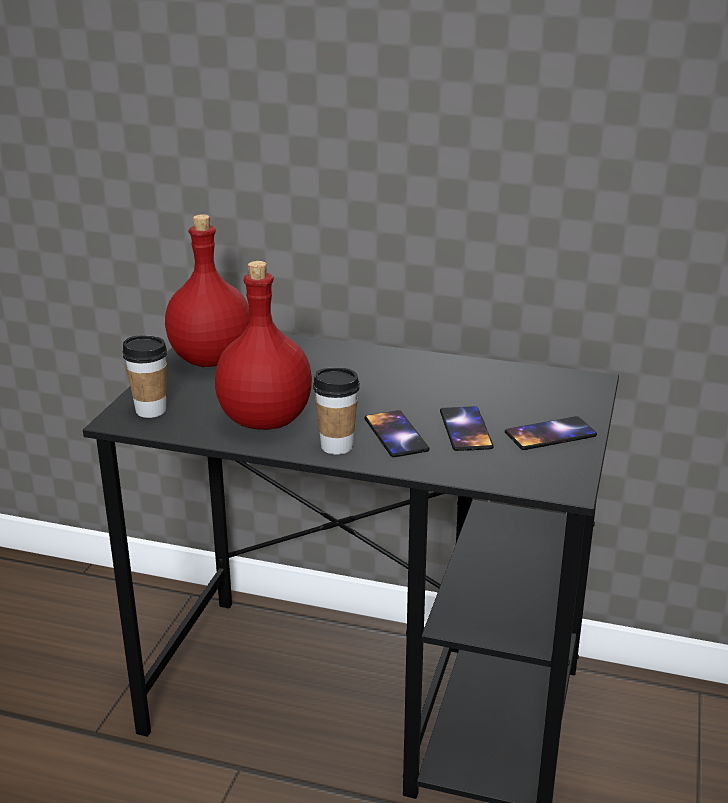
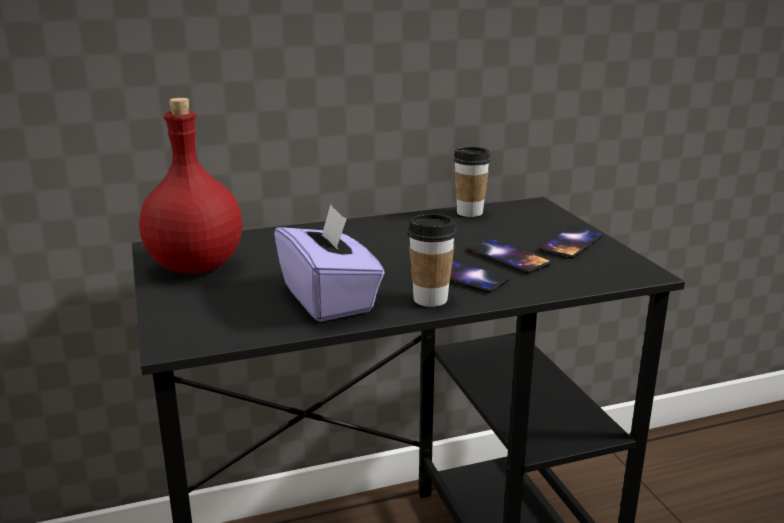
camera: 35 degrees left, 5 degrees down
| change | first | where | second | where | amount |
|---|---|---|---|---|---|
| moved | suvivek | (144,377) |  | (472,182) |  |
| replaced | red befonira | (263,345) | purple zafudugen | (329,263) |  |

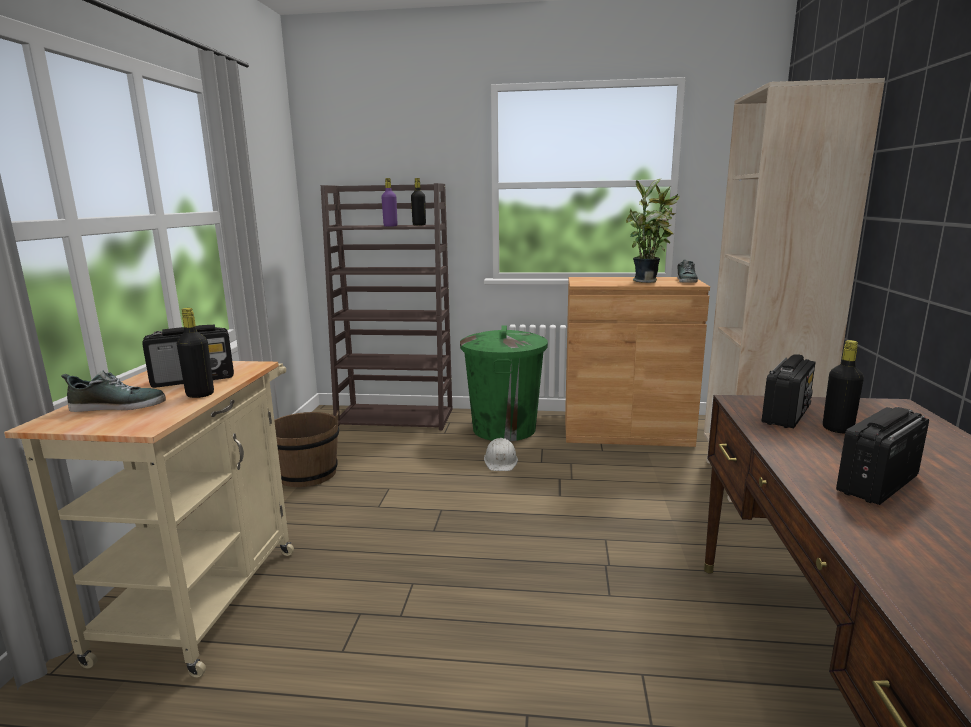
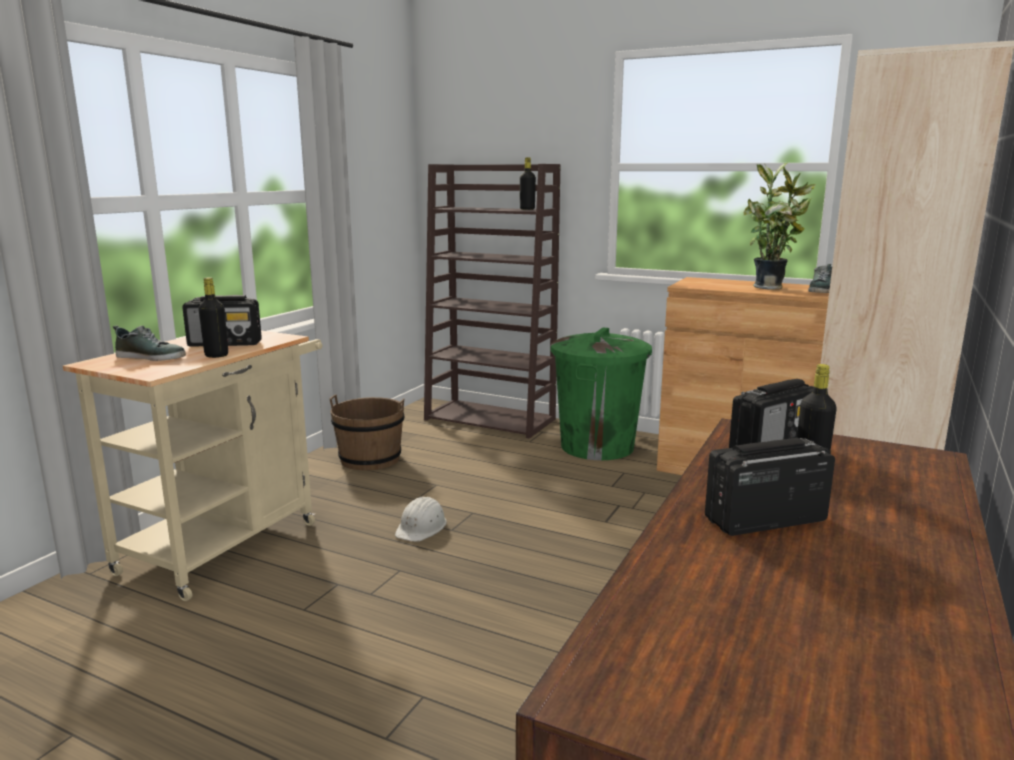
camera: 20 degrees right, 0 degrees up
| change | first | where | second | where | amount |
|---|---|---|---|---|---|
| removed | purple befonira | (389,202) |  |  |  |
| moved | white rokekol | (501,454) |  | (421,519) |  |

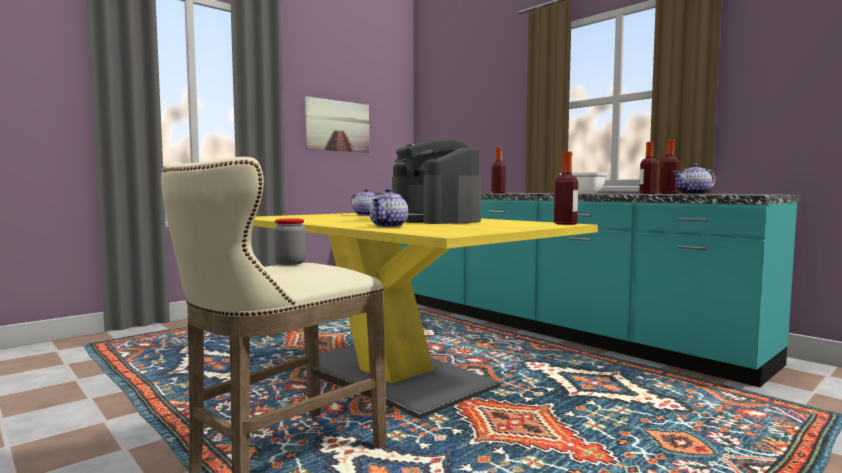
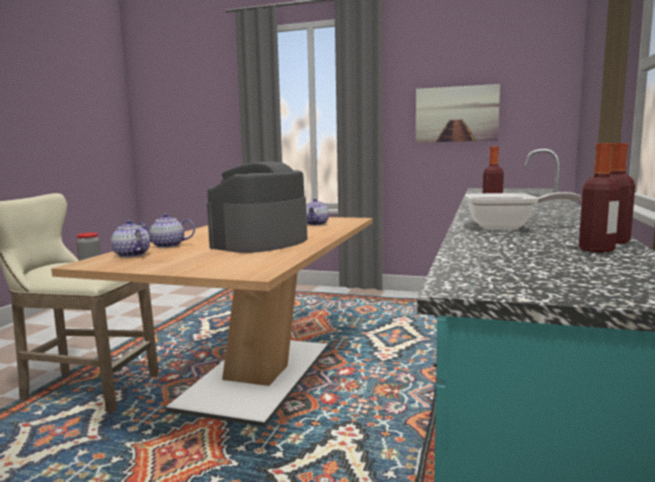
camera: 60 degrees right, 5 degrees up
| change | first | where | second | where | amount |
|---|---|---|---|---|---|
| removed | befonira | (566,188) |  |  |  |
| moved | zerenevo | (695,179) |  | (130,239) |  |
| recoloured | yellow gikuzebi | (425,316) | brown gikuzebi | (212,322) |  |

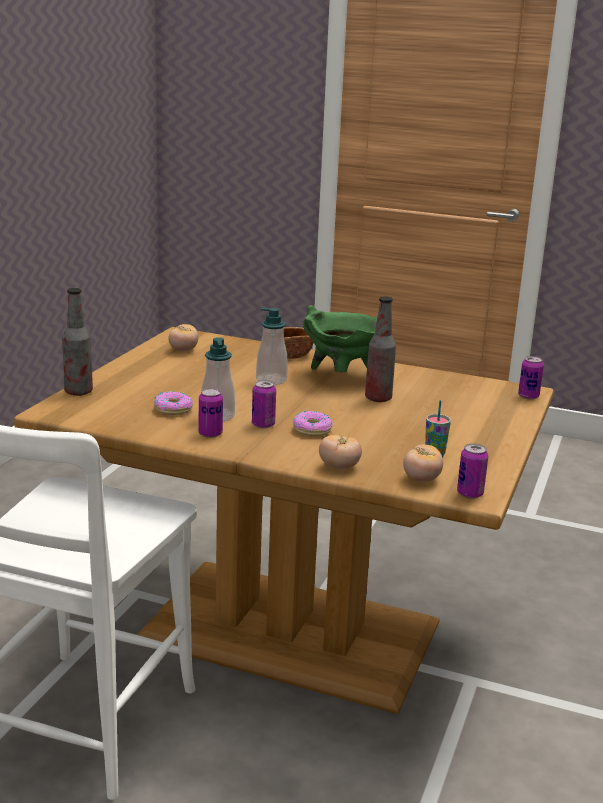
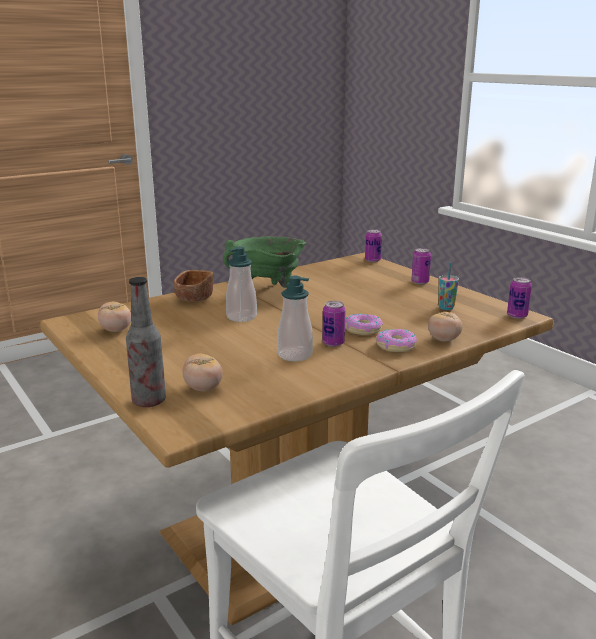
camera: 55 degrees left, 0 degrees up
| change | first | where | second | where | amount |
|---|---|---|---|---|---|
| removed | befonira | (380,349) |  |  |  |
| moved | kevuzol | (173,403) |  | (396,340) |  |
| moved | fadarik | (211,413) |  | (421,266) |  |
| moved | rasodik | (423,463) |  | (203,372) |  |

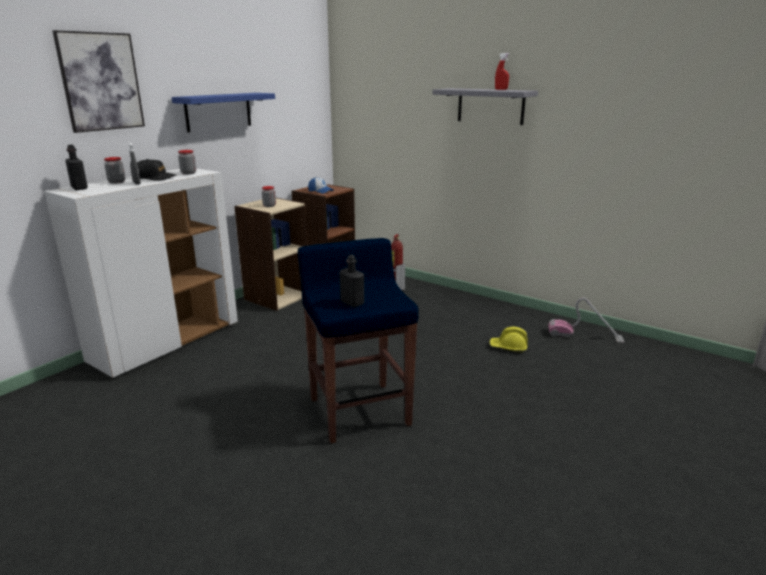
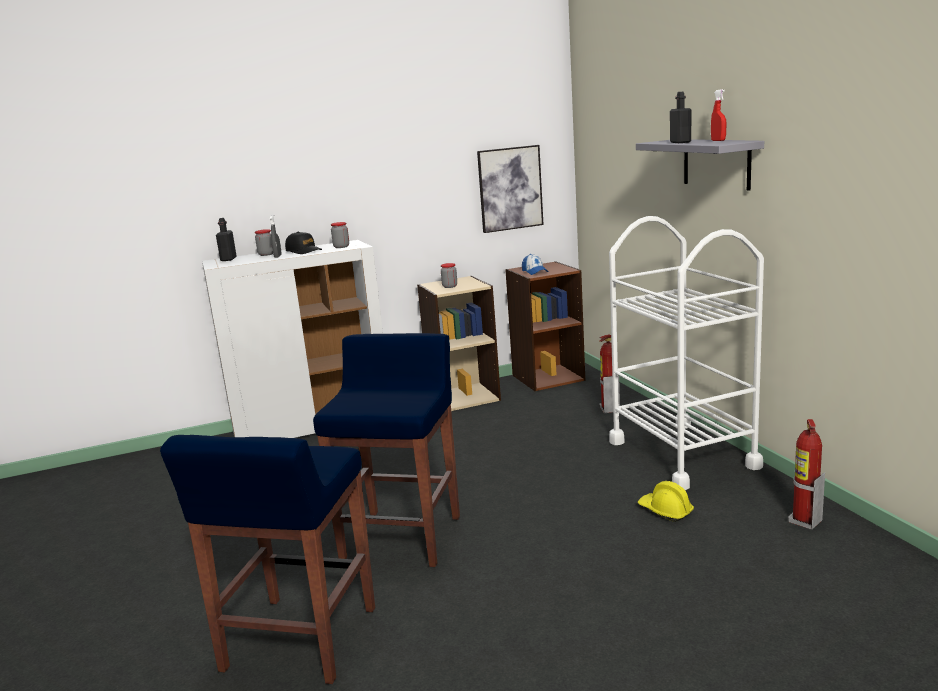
camera: 35 degrees right, 5 degrees down
| change | first | where | second | where | amount |
|---|---|---|---|---|---|
| removed | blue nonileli | (223,112) |  |  |  |
| added |  |  | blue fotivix | (267,559) |  |
| added |  |  | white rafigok | (686,353) |  |
| moved | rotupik | (98,81) |  | (510,189) |  |
| moved | black befonira | (351,281) |  | (681,117) |  |
| replaced | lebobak | (586,320) | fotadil | (806,474) |  |

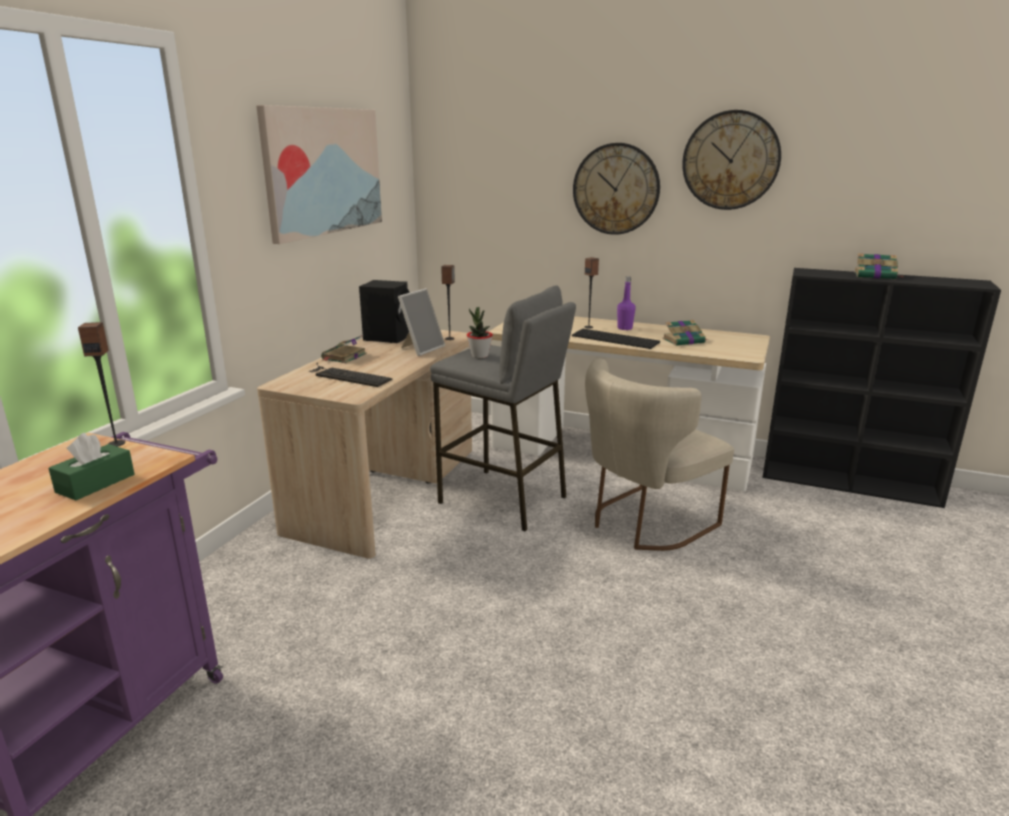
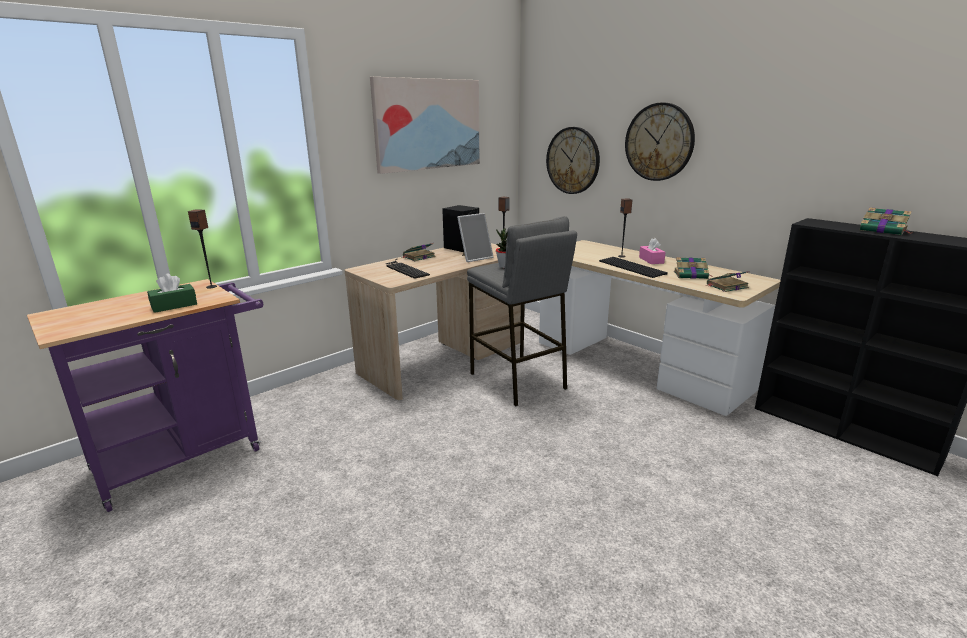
camera: 25 degrees right, 0 degrees up
| change | first | where | second | where | amount |
|---|---|---|---|---|---|
| removed | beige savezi | (659,454) |  |  |  |
| added |  |  | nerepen | (728,281) |  |
| moved | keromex | (731,160) |  | (573,160) |  |
| replaced | purple befonira | (626,303) | pink zafudugen | (652,251) |  |

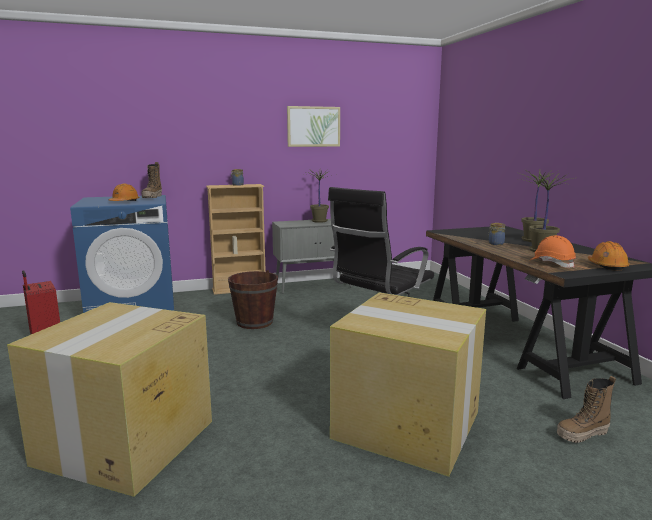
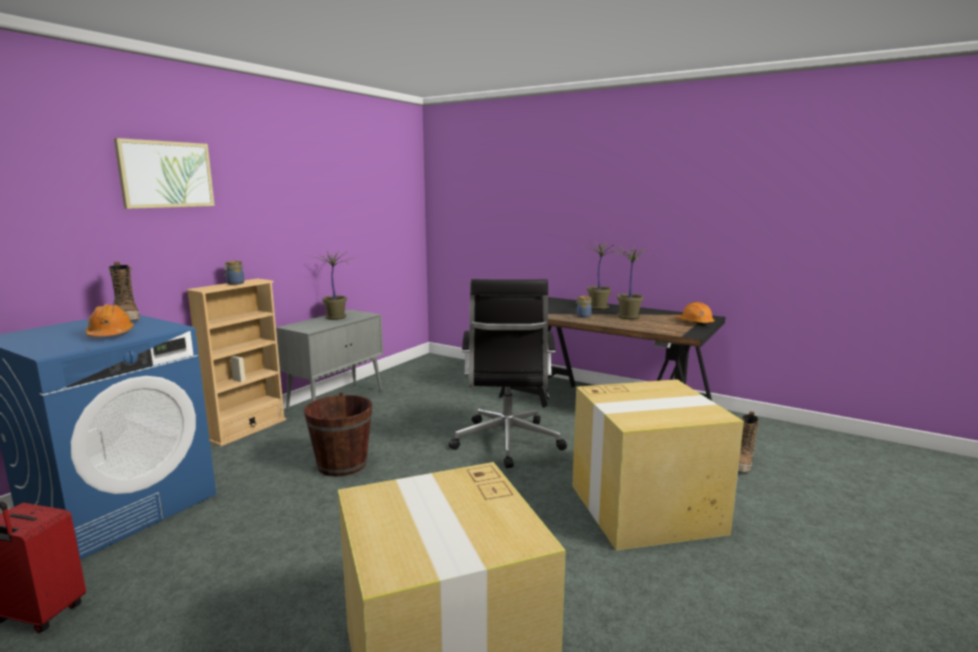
camera: 40 degrees left, 0 degrees up
| change | first | where | second | where | amount |
|---|---|---|---|---|---|
| removed | orange rokekol | (552,251) |  |  |  |
| moved | rotupik | (313,126) |  | (164,173) |  |

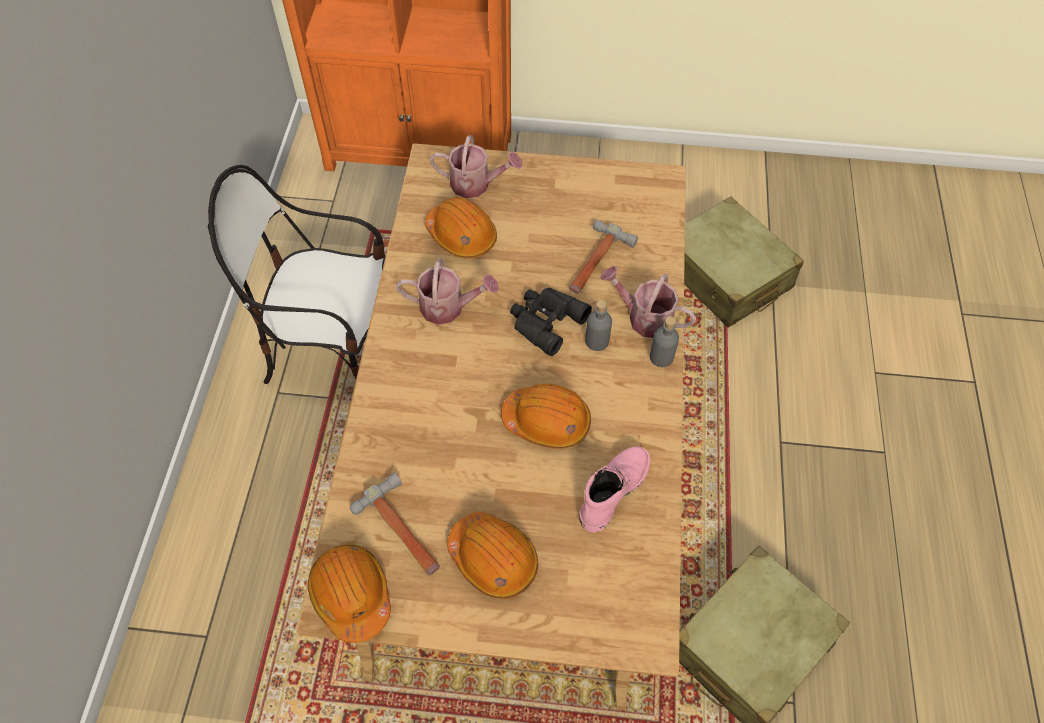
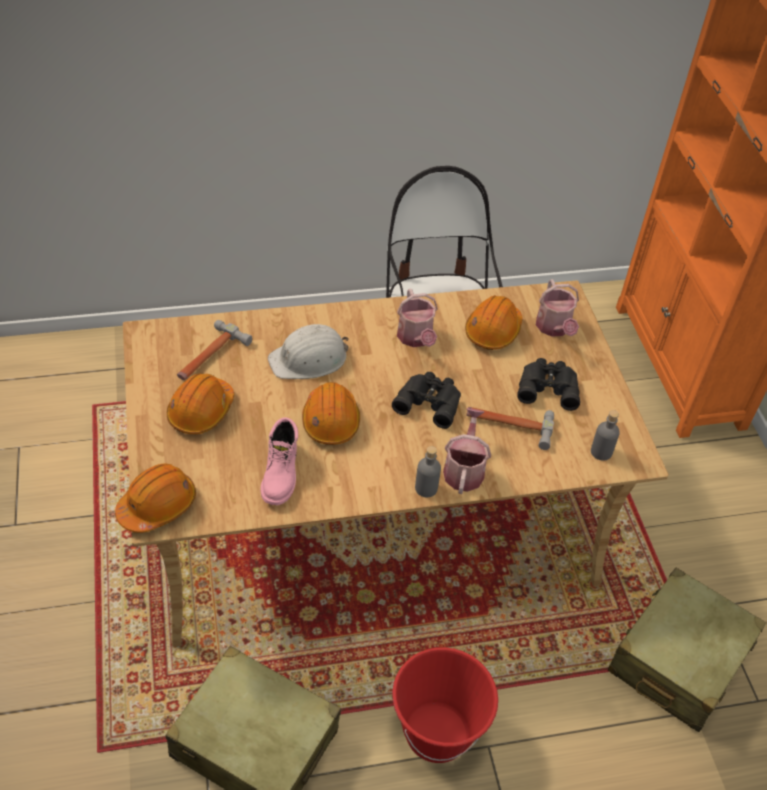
camera: 70 degrees right, 10 degrees down
| change | first | where | second | where | amount |
|---|---|---|---|---|---|
| added |  |  | white rokekol | (308,351) |  |
| added |  |  | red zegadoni | (445,705) |  |
| added |  |  | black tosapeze | (548,384) |  |
| moved | orange rokekol | (349,594) |  | (155,498) |  |
| moved | grey befonira | (598,325) |  | (605,435) |  |
| turned | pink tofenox | (614,489) |  | (279,461) | 75 degrees clockwise |

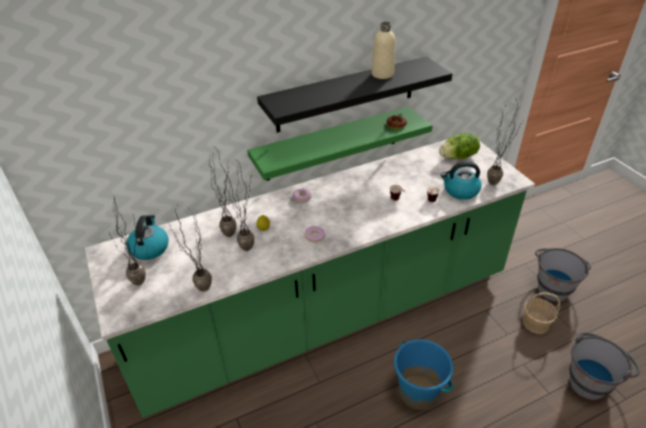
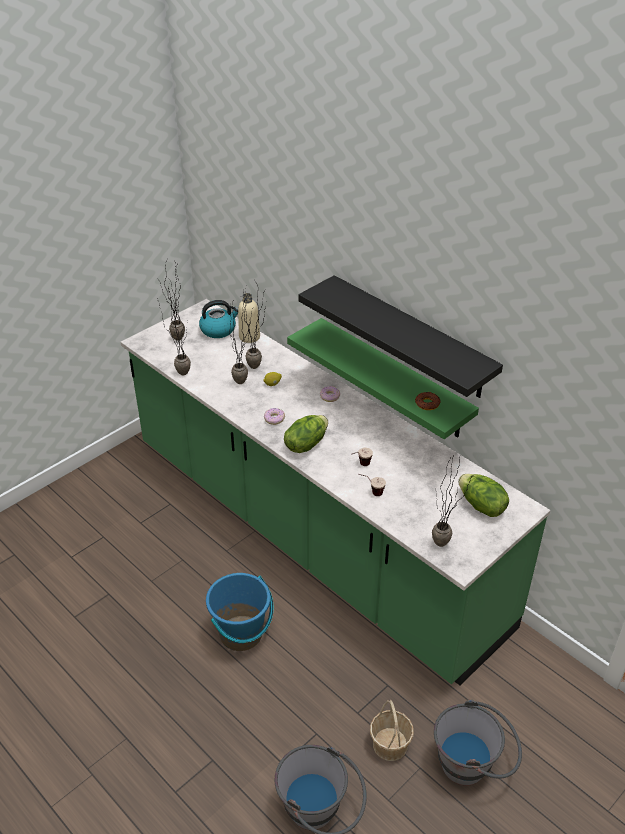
camera: 70 degrees right, 0 degrees up
| change | first | where | second | where | amount |
|---|---|---|---|---|---|
| removed | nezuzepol | (461,181) |  |  |  |
| added |  |  | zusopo | (306,434) |  |
| moved | beige befonira | (383,50) |  | (249,318) |  |

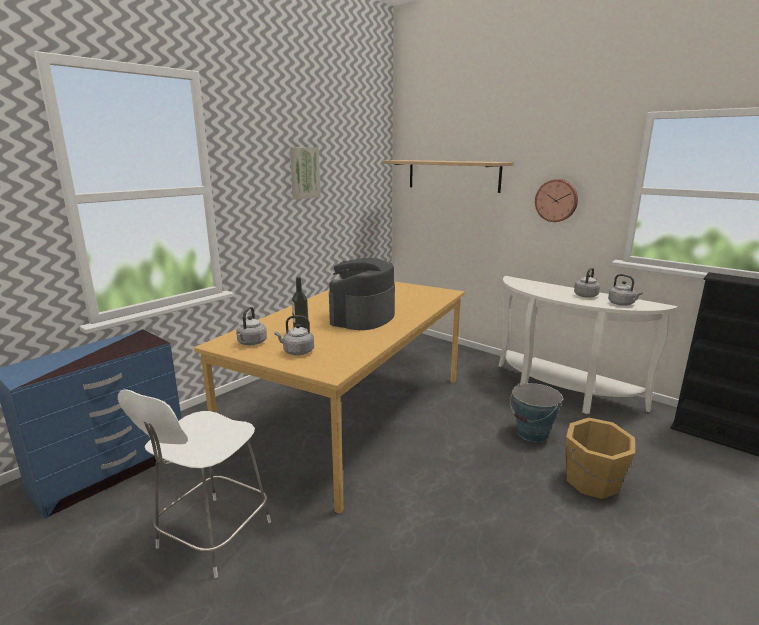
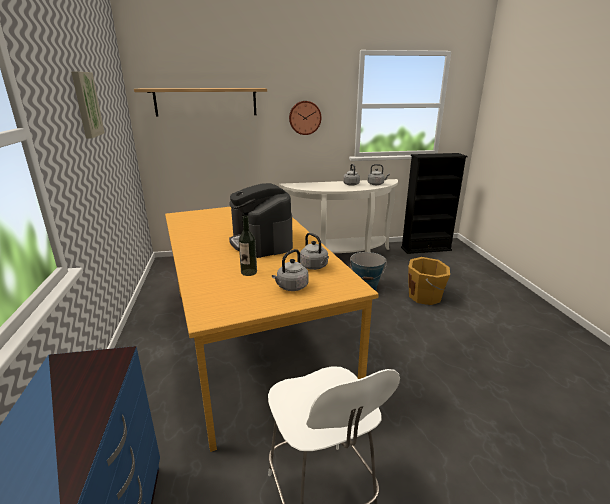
camera: 50 degrees left, 5 degrees up
| change | first | where | second | where | amount |
|---|---|---|---|---|---|
| moved | grey nezuzepol | (251,326) |  | (314,251) |  |

